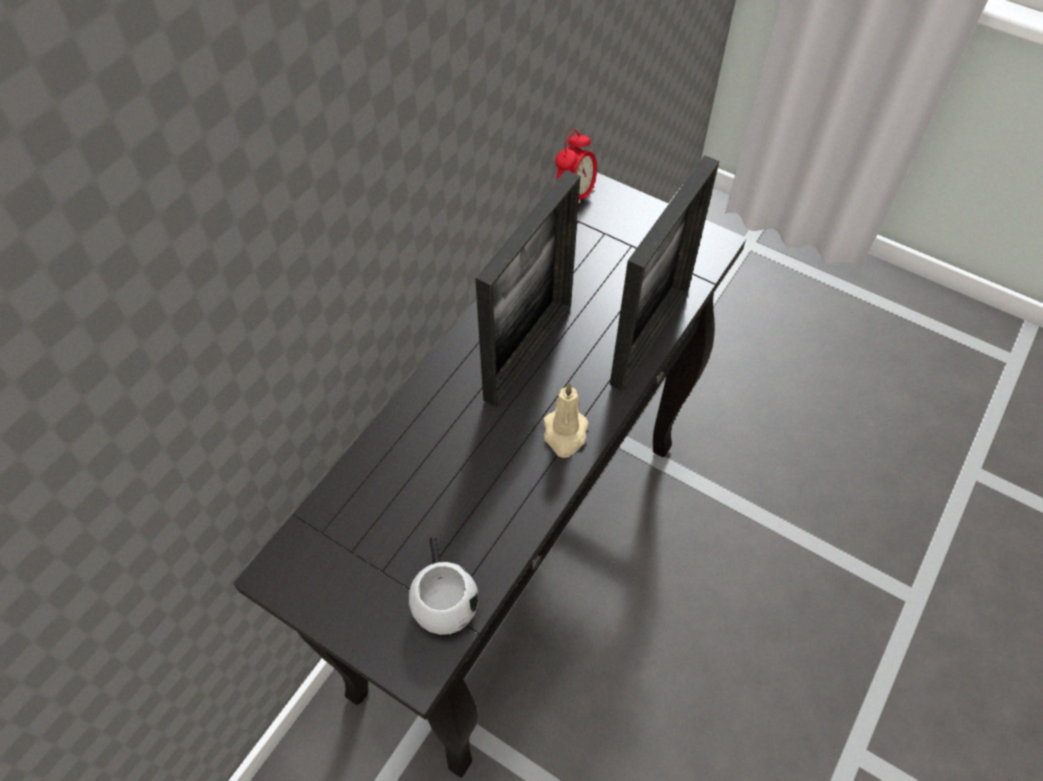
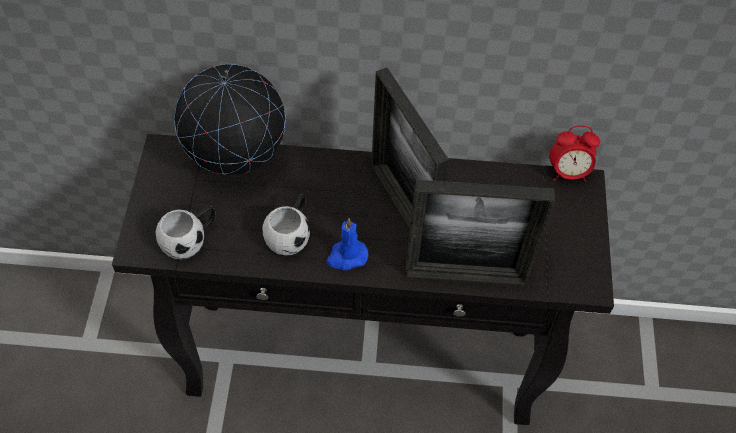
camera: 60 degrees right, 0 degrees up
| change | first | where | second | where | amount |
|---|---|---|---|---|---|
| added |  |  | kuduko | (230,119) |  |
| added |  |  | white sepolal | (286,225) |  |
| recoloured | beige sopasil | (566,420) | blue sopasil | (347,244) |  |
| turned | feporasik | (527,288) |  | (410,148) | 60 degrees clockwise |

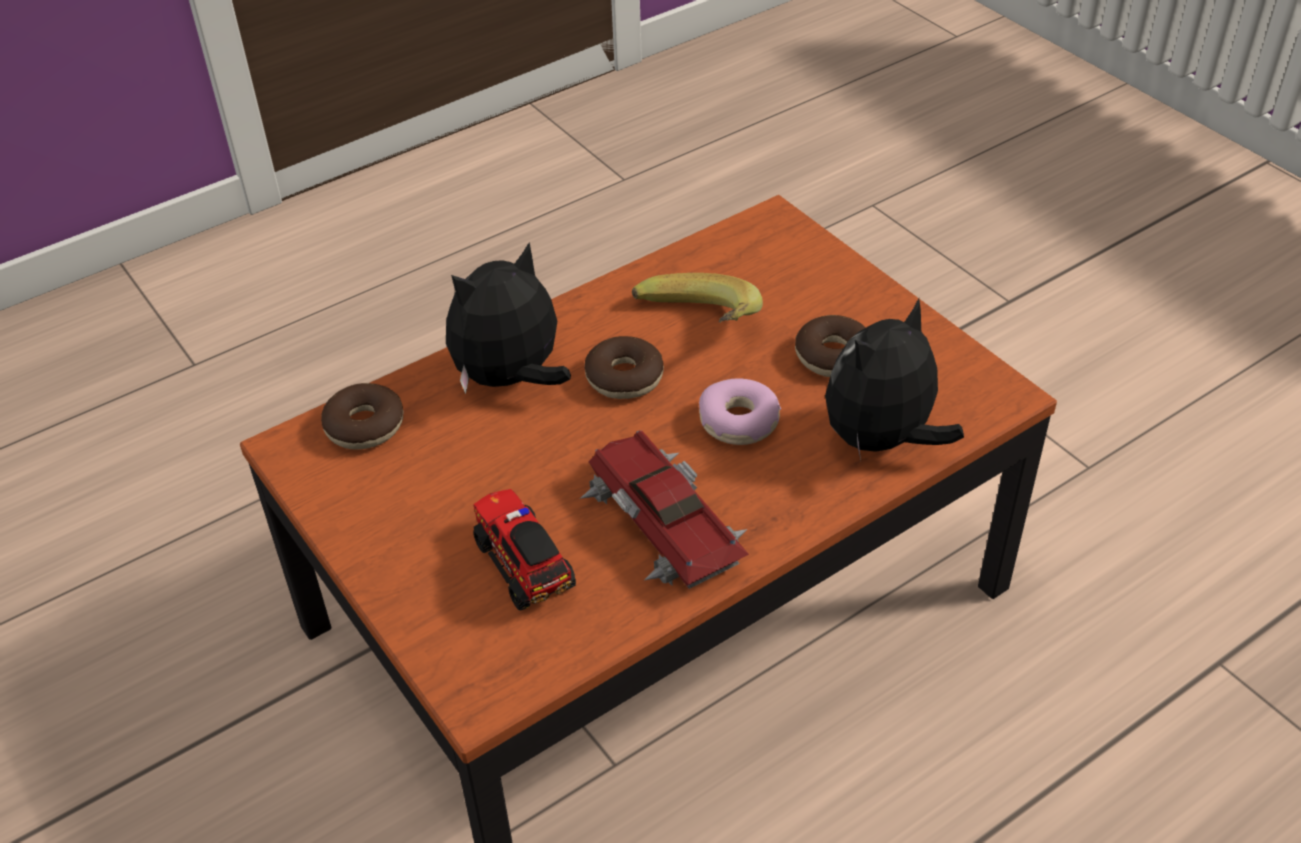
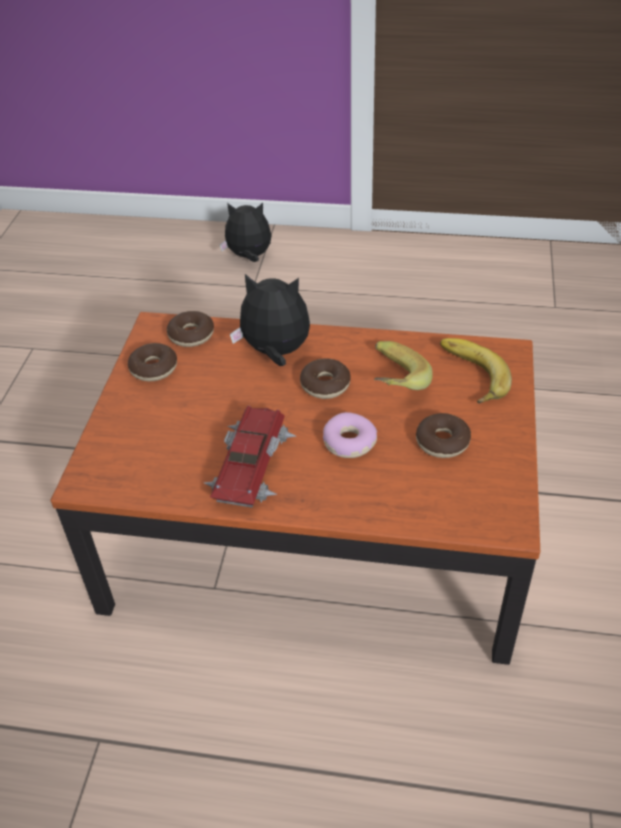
camera: 45 degrees right, 0 degrees up
| change | first | where | second | where | amount |
|---|---|---|---|---|---|
| removed | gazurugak | (524,550) |  |  |  |
| added |  |  | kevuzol | (152,362) |  |
| added |  |  | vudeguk | (476,371) |  |
| moved | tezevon | (894,379) |  | (246,232) |  |

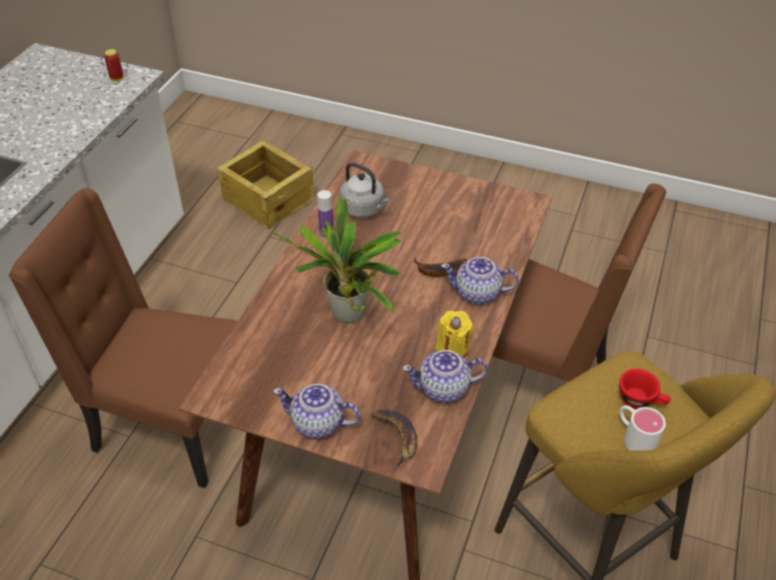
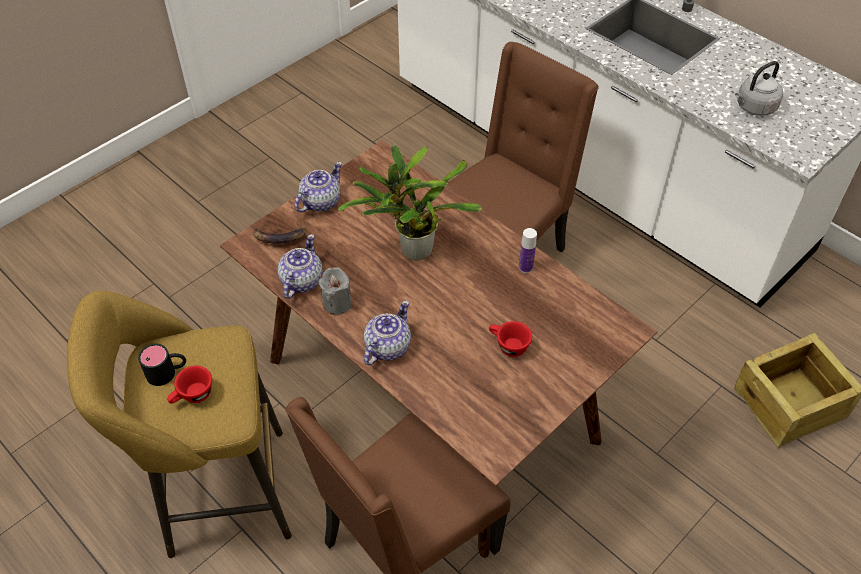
camera: 115 degrees right, 5 degrees up
| change | first | where | second | where | amount |
|---|---|---|---|---|---|
| removed | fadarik | (113,65) |  |  |  |
| removed | vudeguk | (441,267) |  |  |  |
| added |  |  | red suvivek | (510,339) |  |
| moved | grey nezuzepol | (365,190) |  | (759,88) |  |
| recoloured | yellow sopasil | (455,334) | grey sopasil | (335,291) |  |
| recoloured | white sepolal | (642,428) | black sepolal | (162,365) |  |

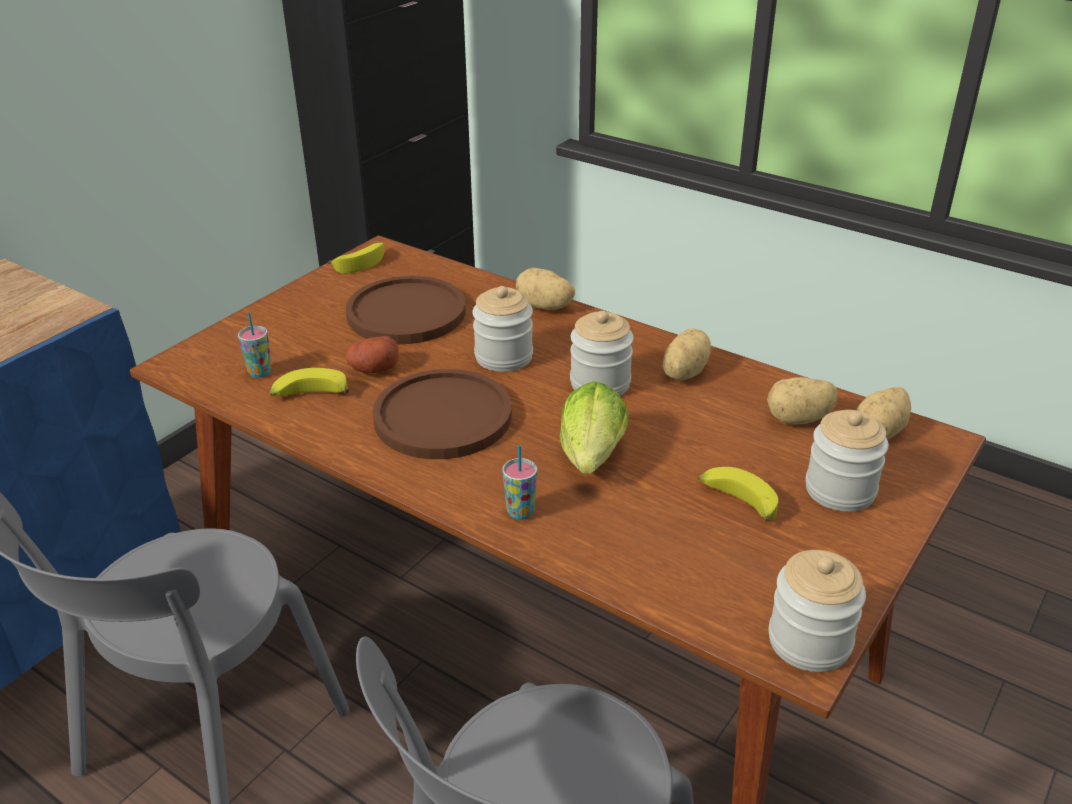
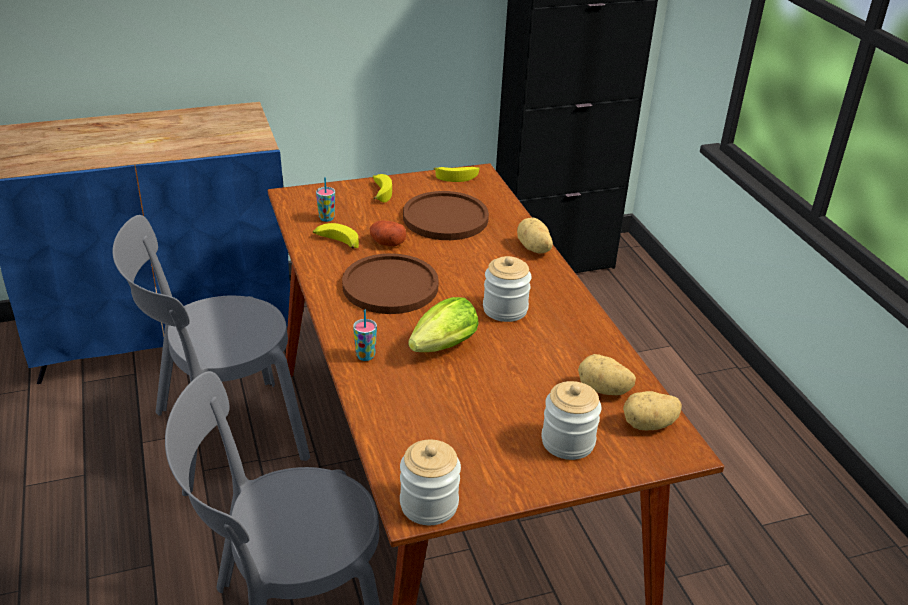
camera: 35 degrees right, 0 degrees up
| change | first | where | second | where | amount |
|---|---|---|---|---|---|
| removed | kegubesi | (502,329) |  |  |  |
| removed | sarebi | (686,354) |  |  |  |
| moved | vudeguk | (738,494) |  | (382,188) |  |

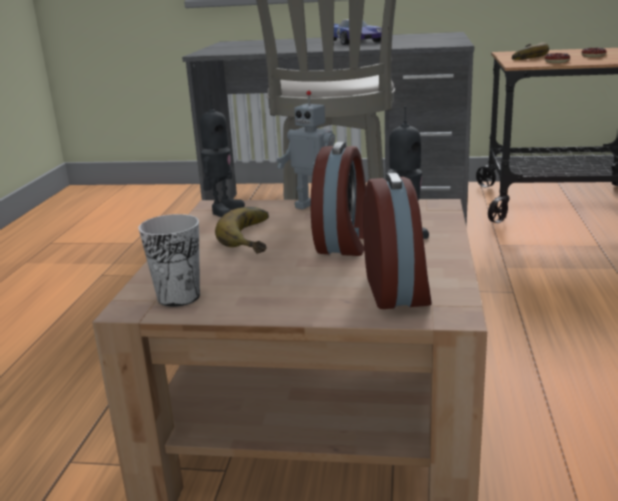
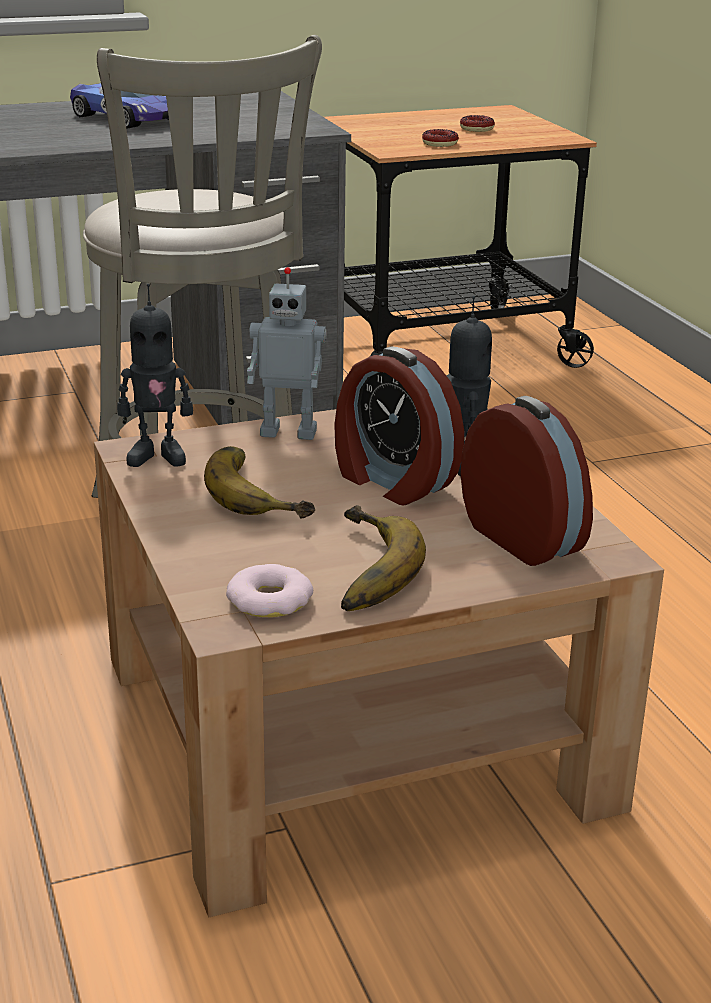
camera: 30 degrees left, 5 degrees up
| change | first | where | second | where | amount |
|---|---|---|---|---|---|
| moved | vudeguk | (530,51) |  | (383,558) |  |
| replaced | suvivek | (169,260) | kevuzol | (269,590) |  |
| turned | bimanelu | (222,156) |  | (155,375) | 90 degrees clockwise |
| turned | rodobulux | (338,199) |  | (399,425) | 150 degrees clockwise |

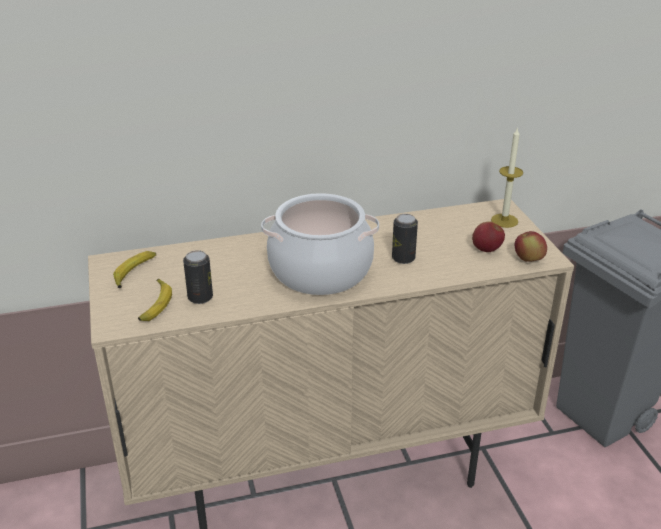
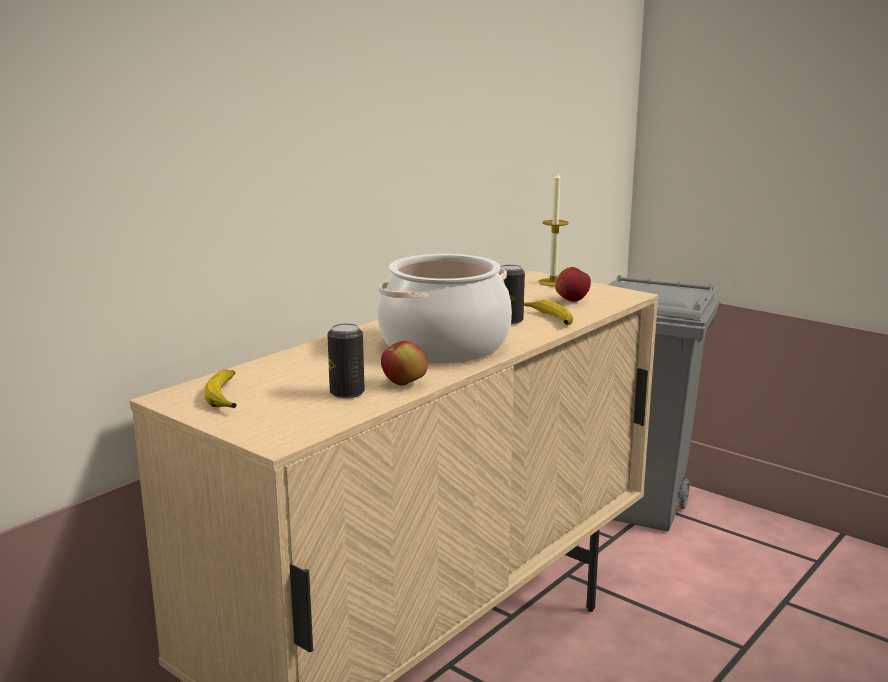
camera: 35 degrees left, 15 degrees down
| change | first | where | second | where | amount |
|---|---|---|---|---|---|
| moved | vudeguk | (155,300) |  | (548,312) |  |
| moved | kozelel | (531,246) |  | (404,363) |  |

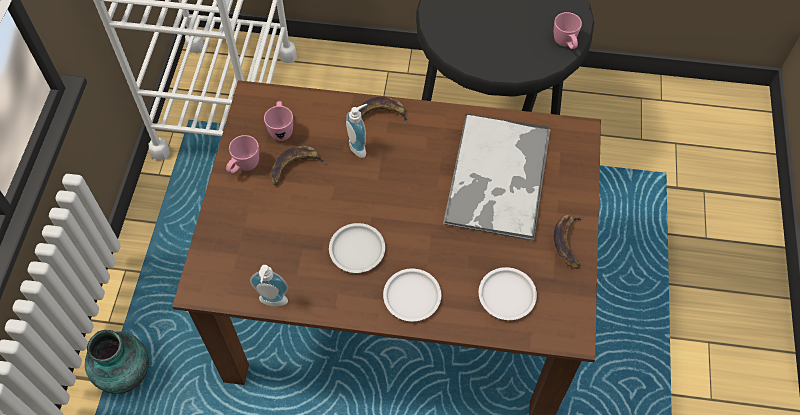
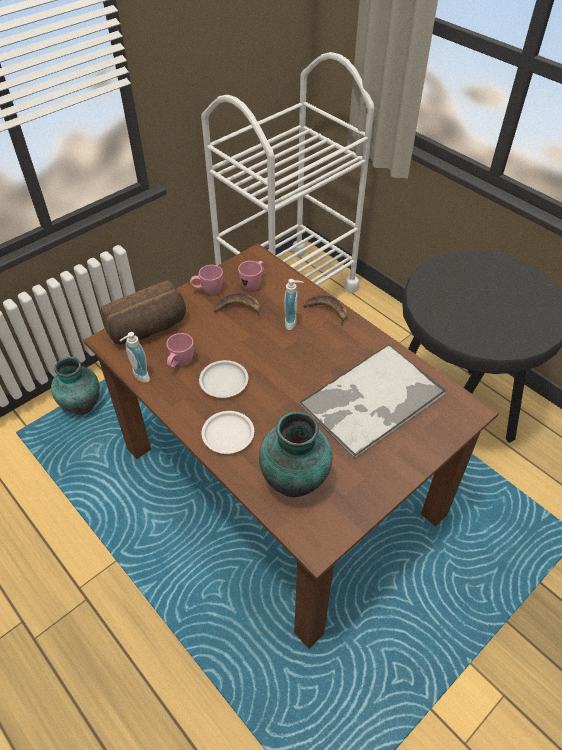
camera: 40 degrees right, 10 degrees down
| change | first | where | second | where | amount |
|---|---|---|---|---|---|
| removed | vudeguk | (569,242) |  |  |  |
| added |  |  | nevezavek | (143,312) |  |
| moved | pink sepolal | (568,30) |  | (180,350) |  |
| replaced | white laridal | (508,293) | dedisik | (295,454) |  |

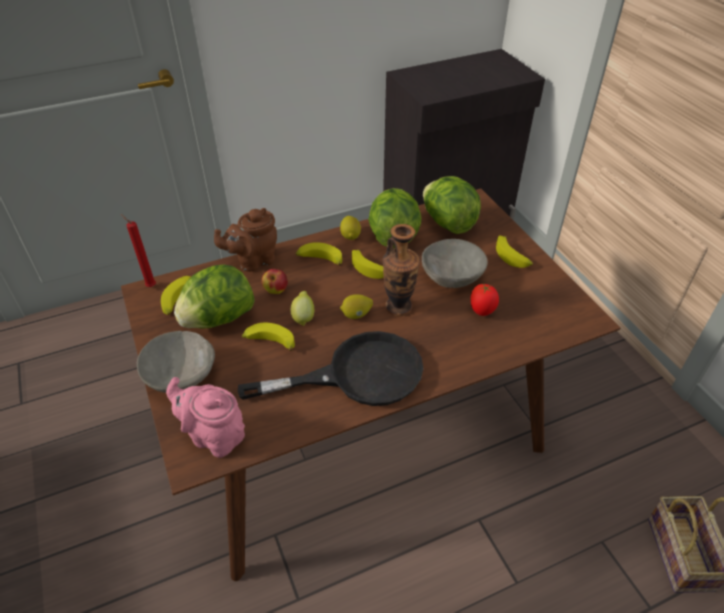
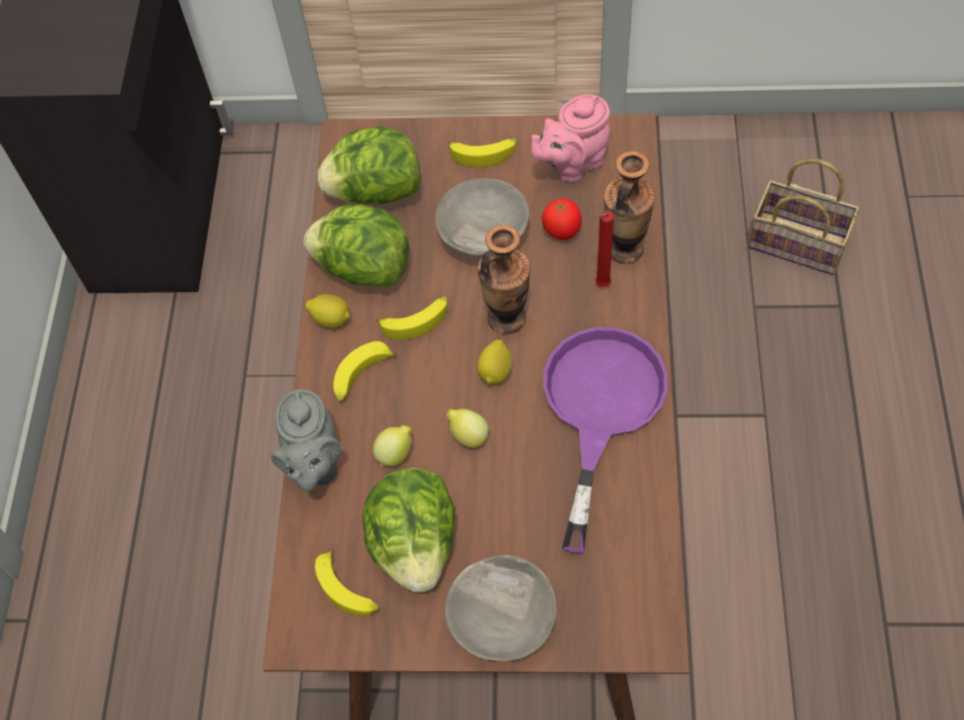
camera: 60 degrees left, 15 degrees up
| change | first | where | second | where | amount |
|---|---|---|---|---|---|
| removed | vudeguk | (268,337) |  |  |  |
| added |  |  | dedisik | (629,207) |  |
| moved | red sopasil | (138,250) |  | (604,249) |  |
| moved | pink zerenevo | (205,417) |  | (570,138) |  |
| replaced | kozelel | (274,281) | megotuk | (392,446) |  |
| recoloured | brown zerenevo | (245,240) | grey zerenevo | (306,440) |  |
| recoloured | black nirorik | (331,368) | purple nirorik | (605,440) |  |

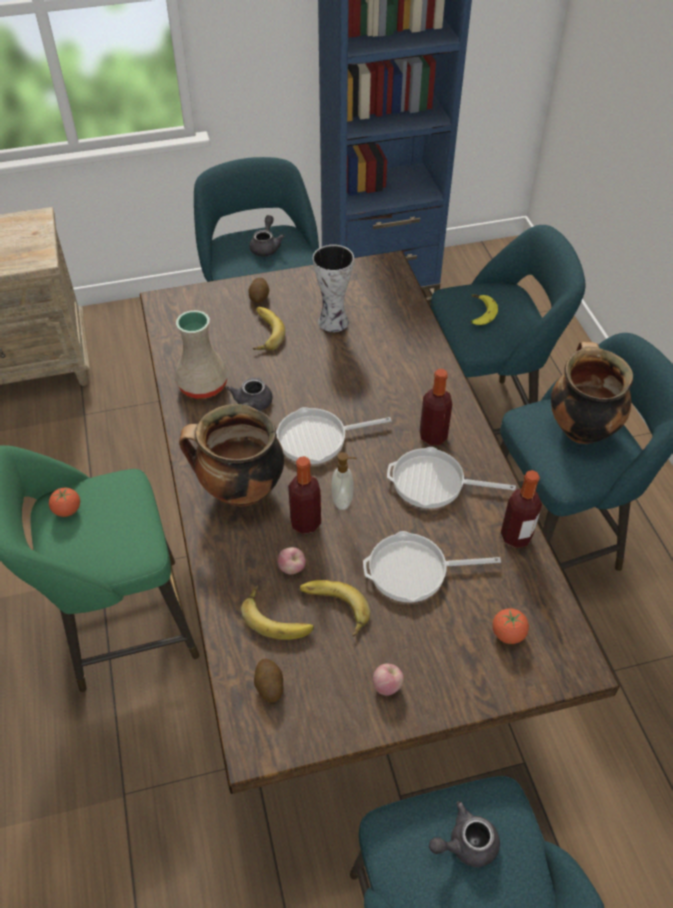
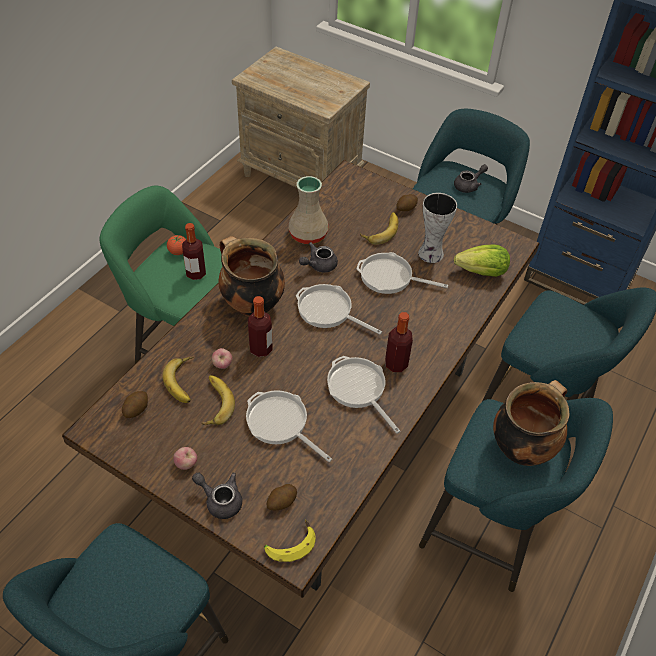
camera: 45 degrees right, 0 degrees up
| change | first | where | second | where | amount |
|---|---|---|---|---|---|
| removed | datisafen | (344,481) |  |  |  |
| added |  |  | nirorik | (402,273) |  |
| added |  |  | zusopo | (482,260) |  |
| moved | grey zerenevo | (464,834) |  | (217,496) |  |
| moved | vudeguk | (484,309) |  | (290,540) |  |
| moved | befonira | (521,509) |  | (194,251) |  |
| replaced | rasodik | (511,626) | sarebi | (282,497) |  |

